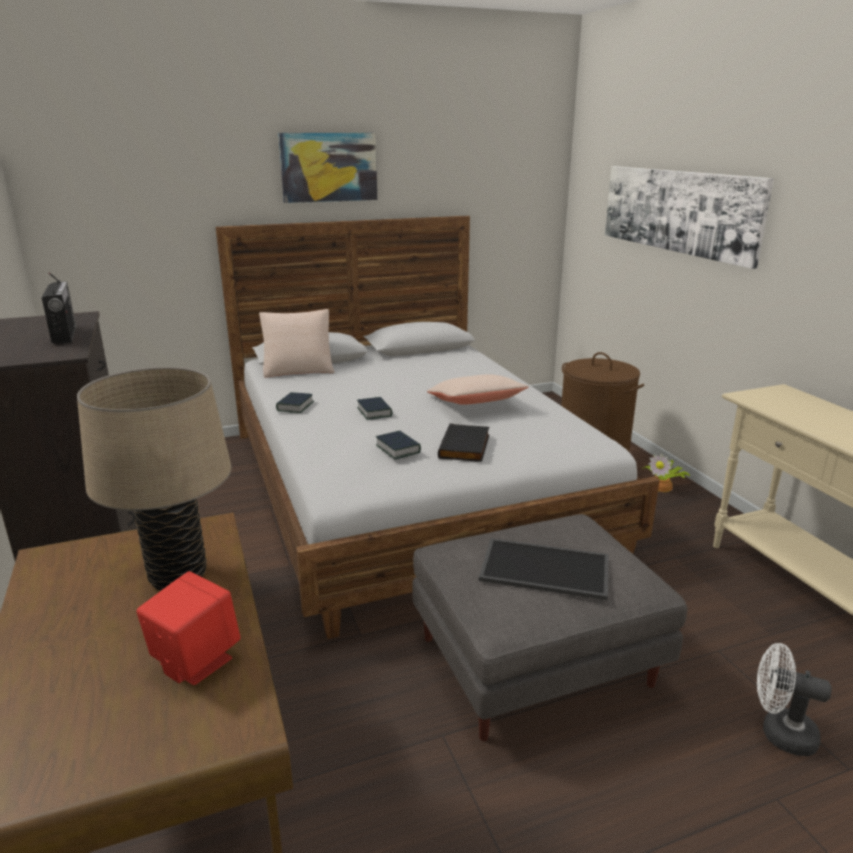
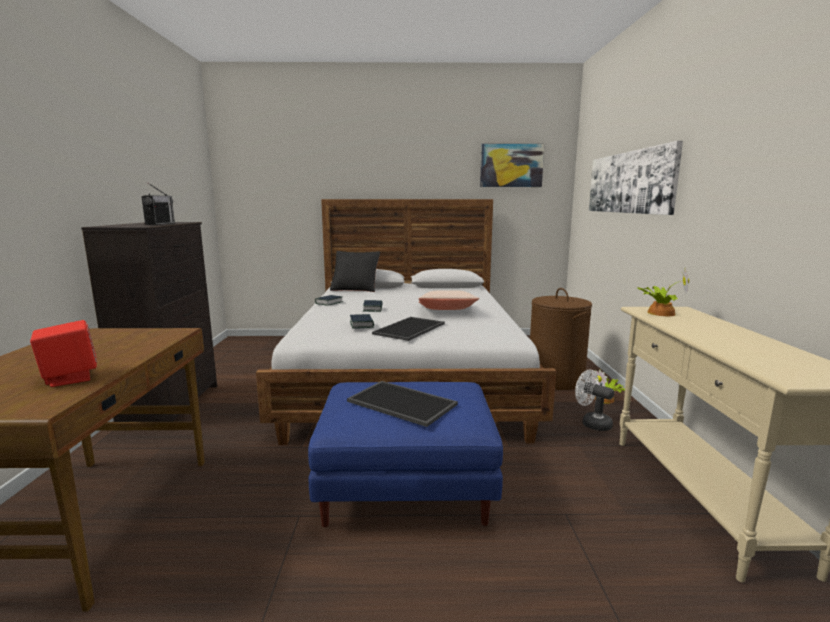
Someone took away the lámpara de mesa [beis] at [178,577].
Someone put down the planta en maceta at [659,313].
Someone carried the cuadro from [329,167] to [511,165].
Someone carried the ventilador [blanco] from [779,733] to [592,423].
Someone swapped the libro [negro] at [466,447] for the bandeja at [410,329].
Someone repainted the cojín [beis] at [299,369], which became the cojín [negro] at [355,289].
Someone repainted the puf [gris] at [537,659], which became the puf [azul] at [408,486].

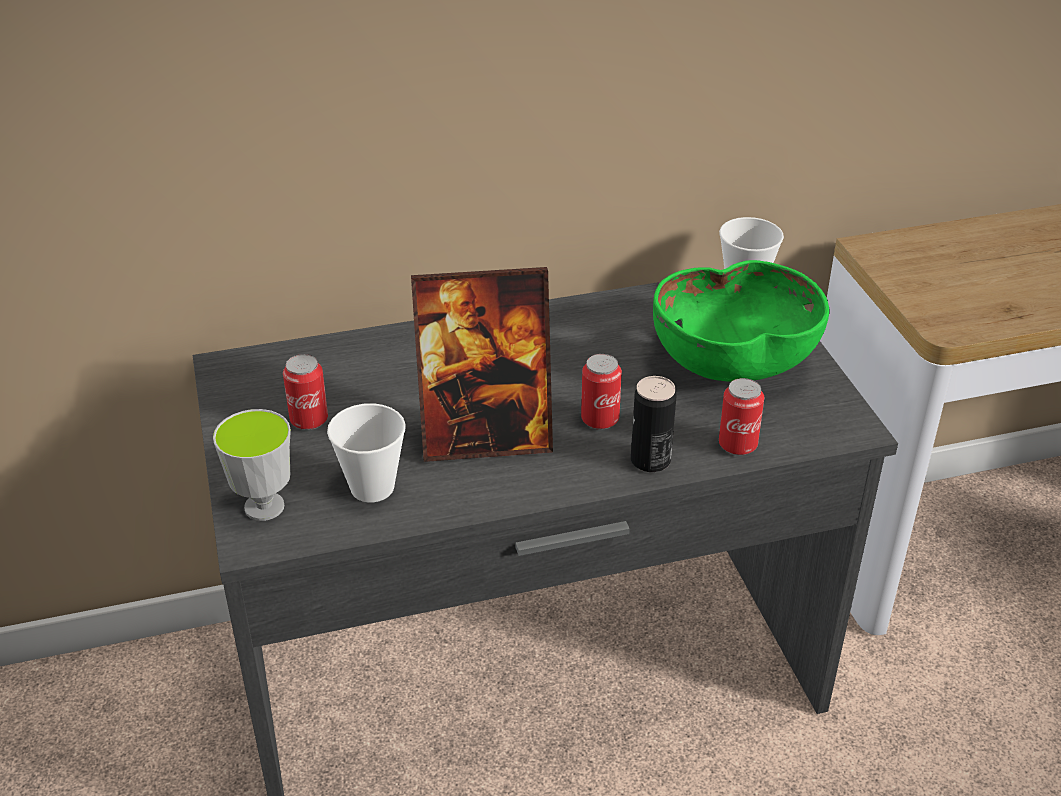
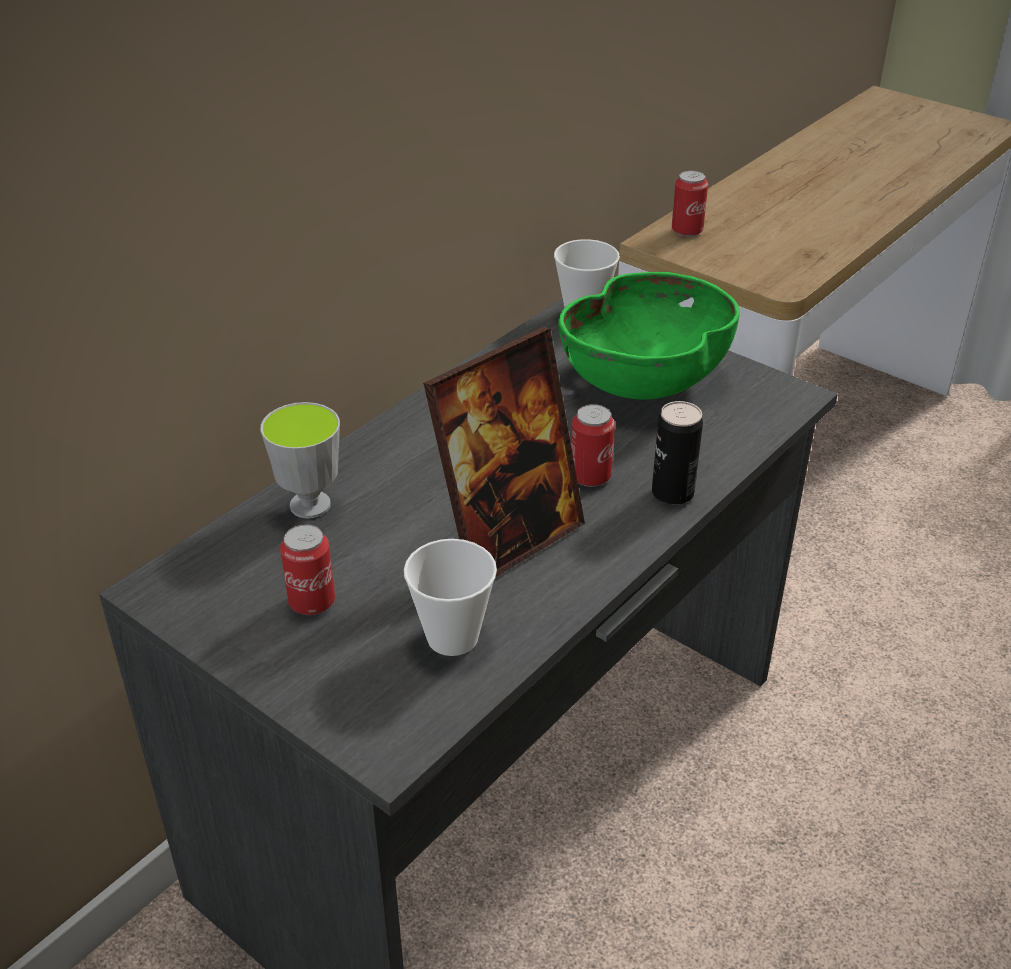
Someone carried the taza from [264,507] to [310,505].
Someone carried the lata from [737,445] to [687,230].

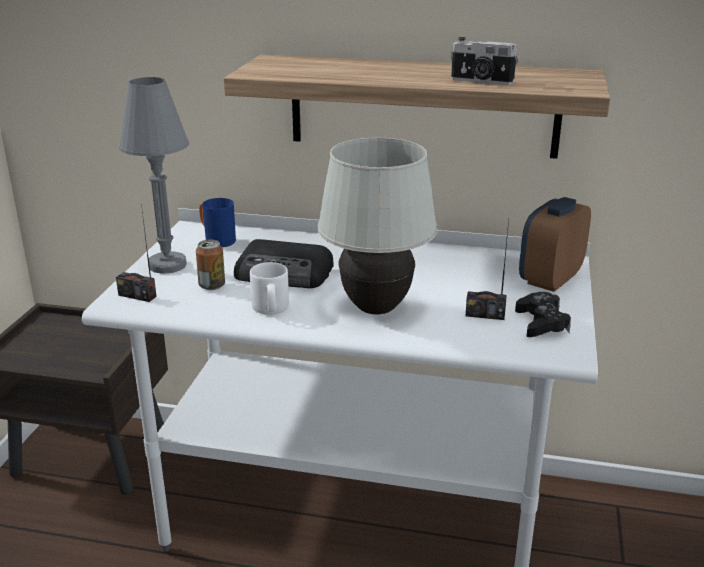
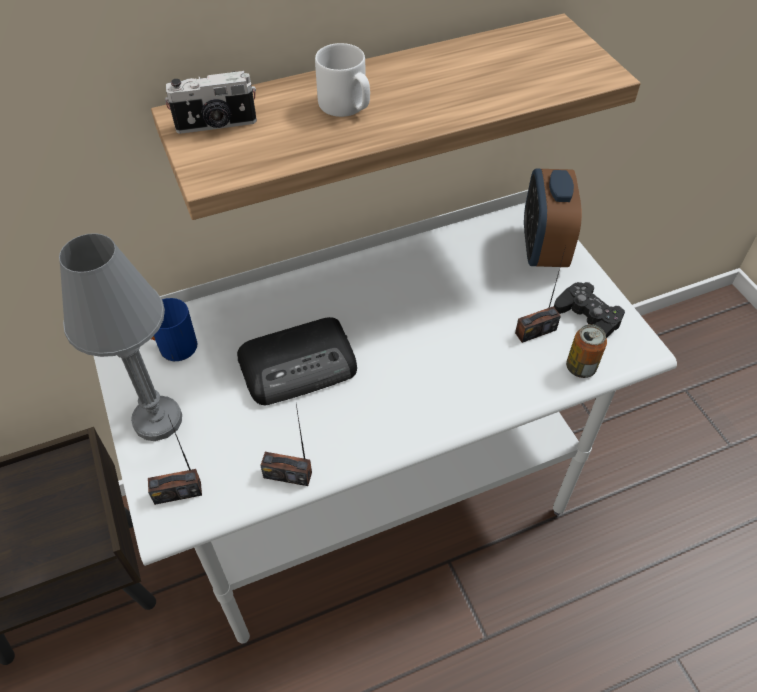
Someone took away the lámpara de mesa [blanco] at [376,308].
Someone put down the radio at [287,474].
Someone carried the lata from [212,285] to [580,367].
Someone carried the taza grande [blanco] from [270,309] to [346,106].
Someone carried the cámara from [481,81] to [216,125].

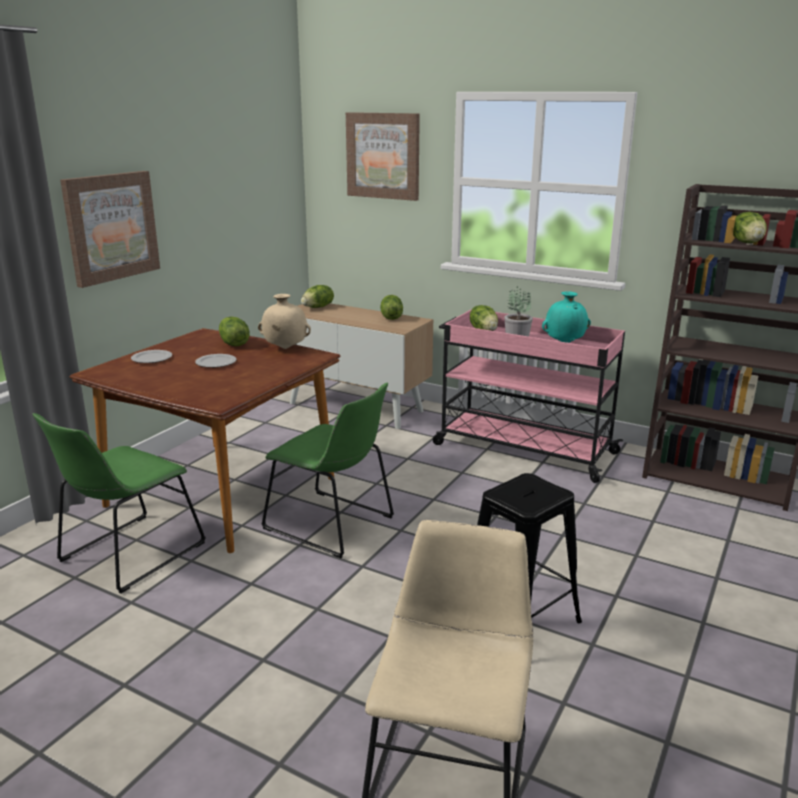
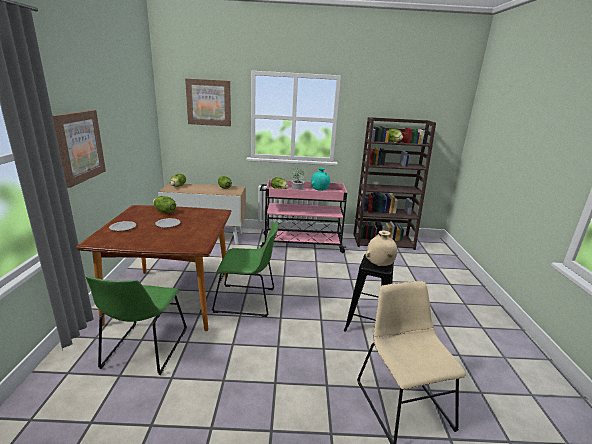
Someone carried the florero [beis] from [285,348] to [379,265].

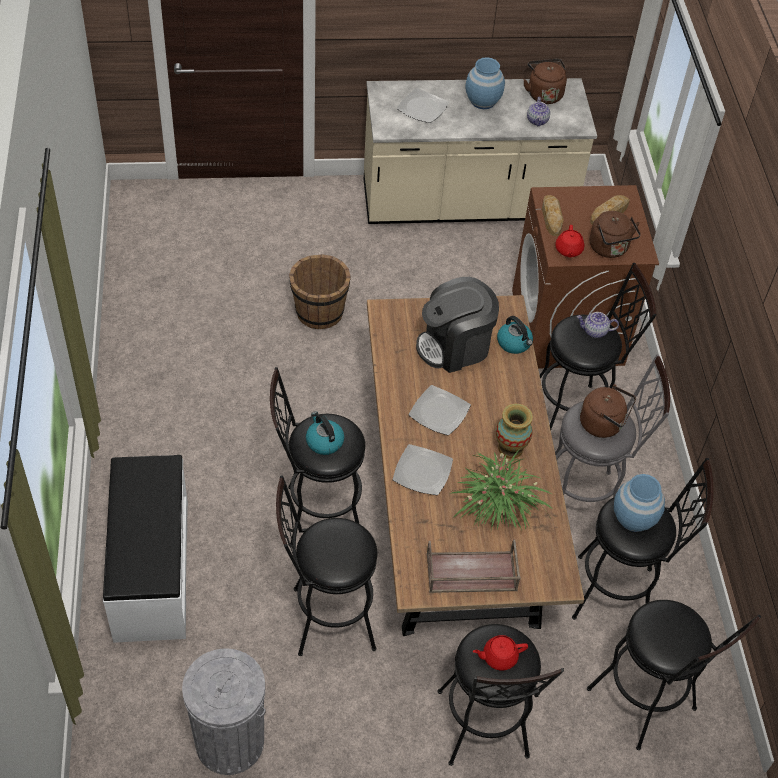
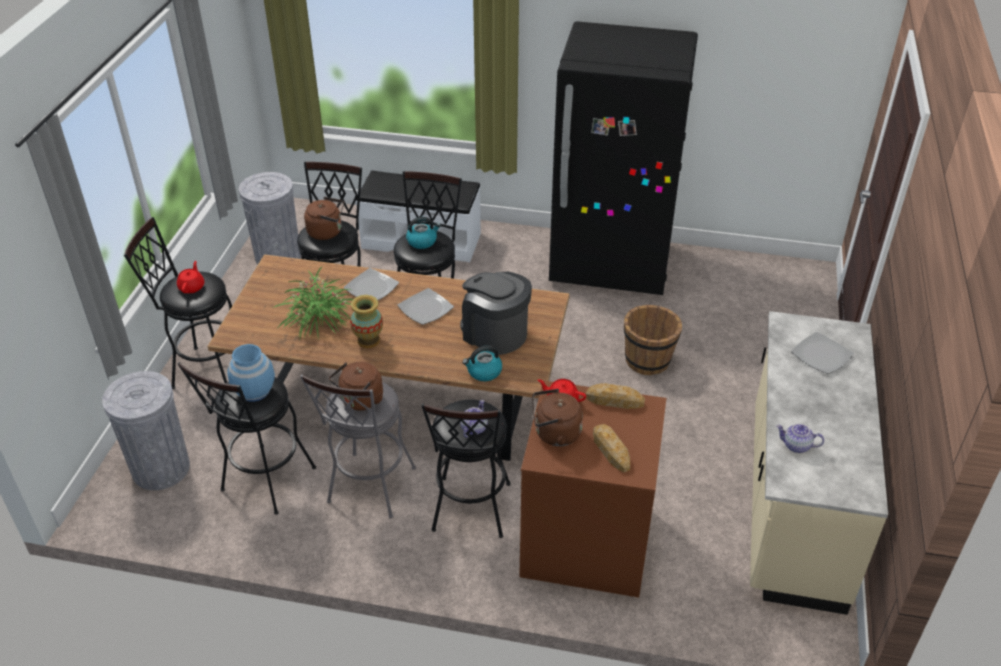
Someone took away the bandeja [marrón] at [470,573].
Someone took away the florero [azul] at [482,101].
Someone put down the nevera [negro] at [611,265].
Someone carried the hervidor [marrón] from [543,94] to [327,232].
Someone swapped the taburete [negro] at [647,706] for the papelera [gris] at [161,468].
Someone rotated the cafetera at [455,346] by 45 degrees counterclockwise.

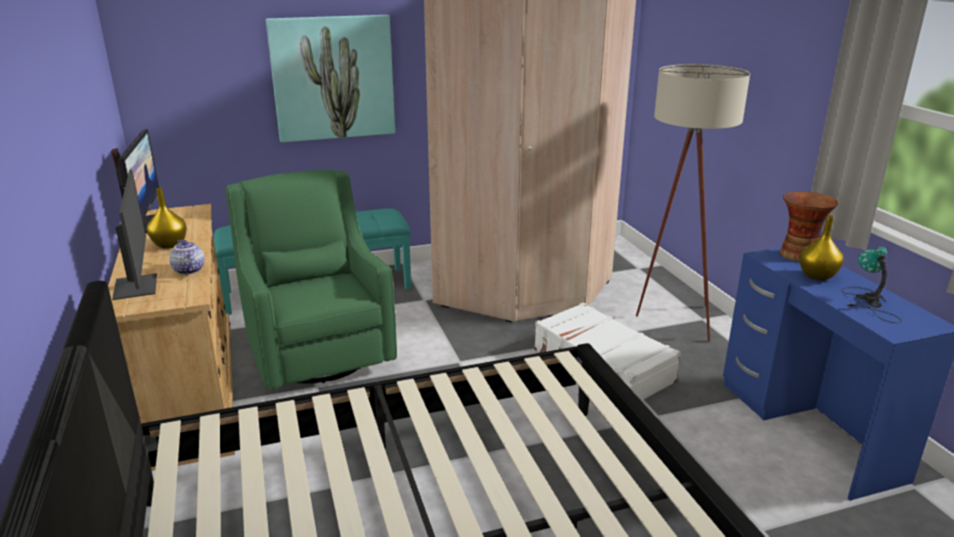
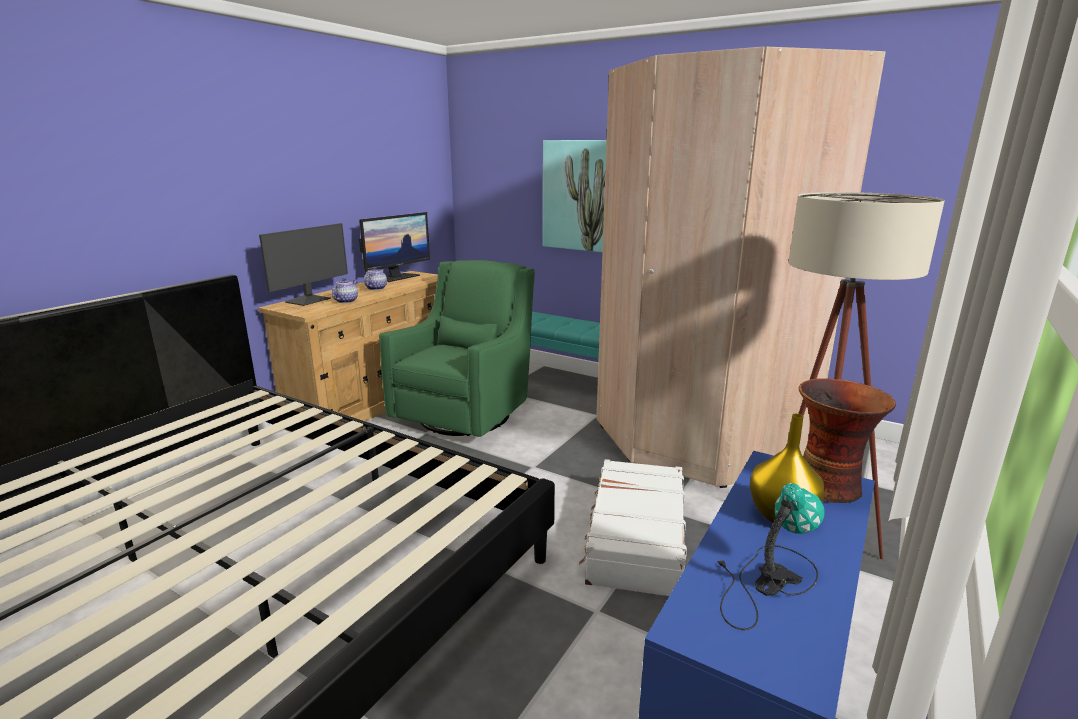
Someone swapped the florero [amarillo] at [169,245] for the tetera at [376,288].

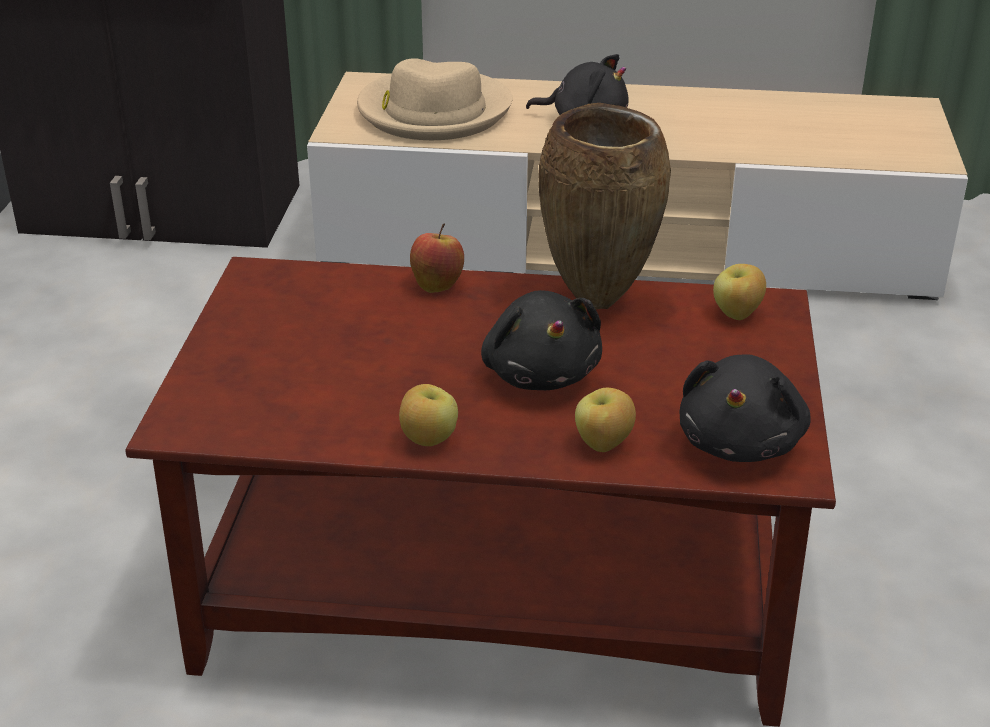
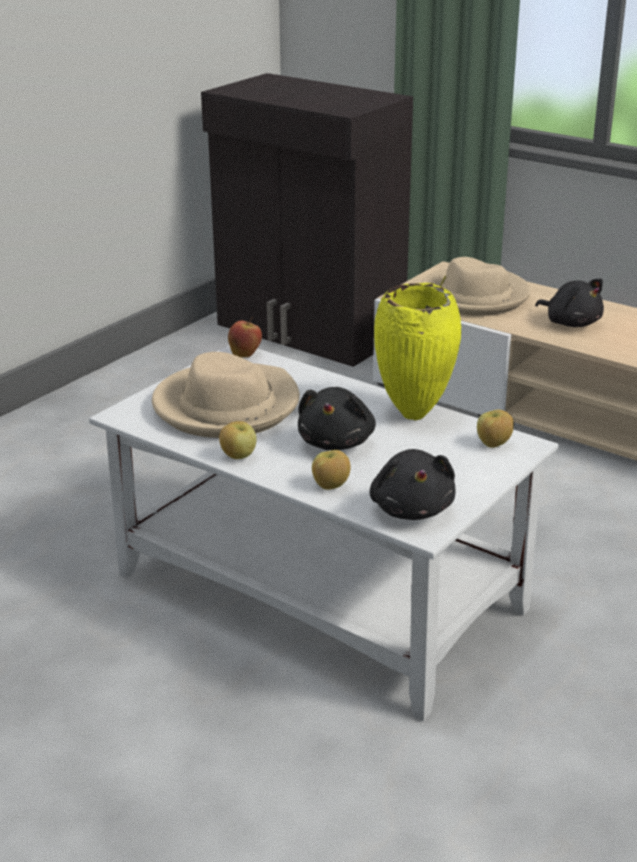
Someone put down the sombrero [beis] at [226,406].
Someone carried the manzana from [437,285] to [245,354].
Someone repainted the mesa de centro [marrón] at [500,590], which became the mesa de centro [blanco] at [323,592].
Someone repainted the florero [marrón] at [600,302], which became the florero [amarillo] at [415,416].
Someone rotated the peluche [negro] at [741,442] by 60 degrees counterclockwise.

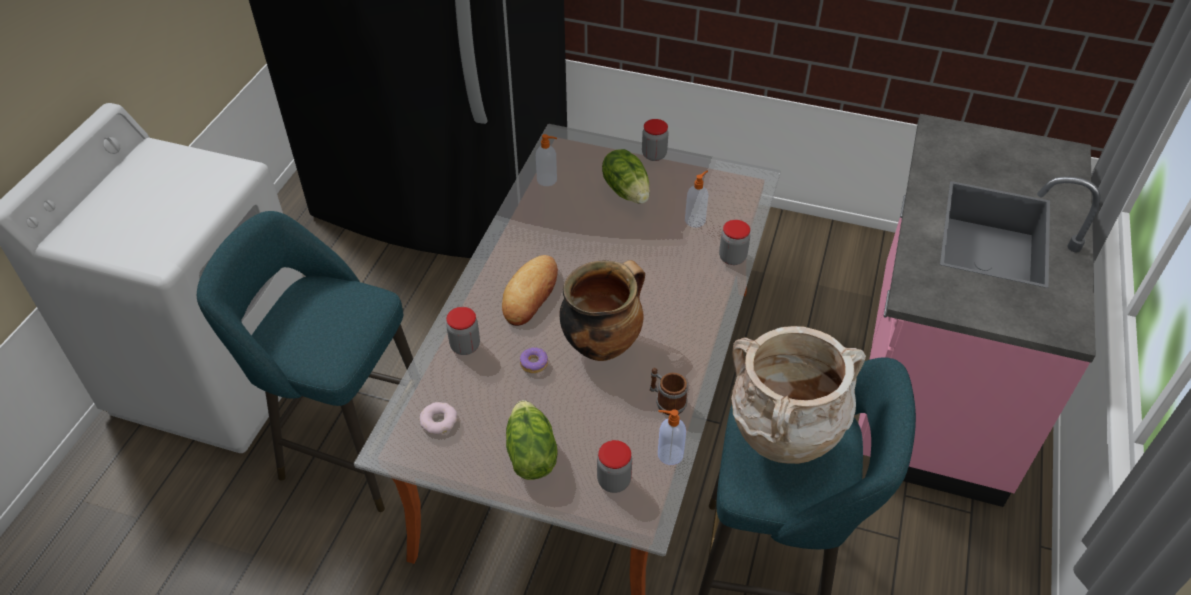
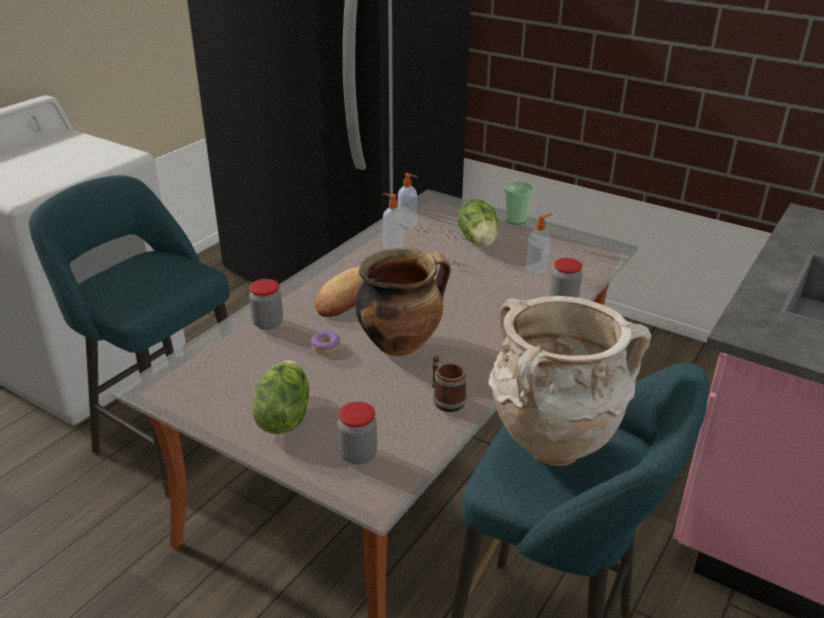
Someone took away the rosquilla at [439,420].
Someone carried the dispensador de jabón from [669,454] to [392,246].
Someone swapped the tarro at [654,155] for the taza at [516,220].

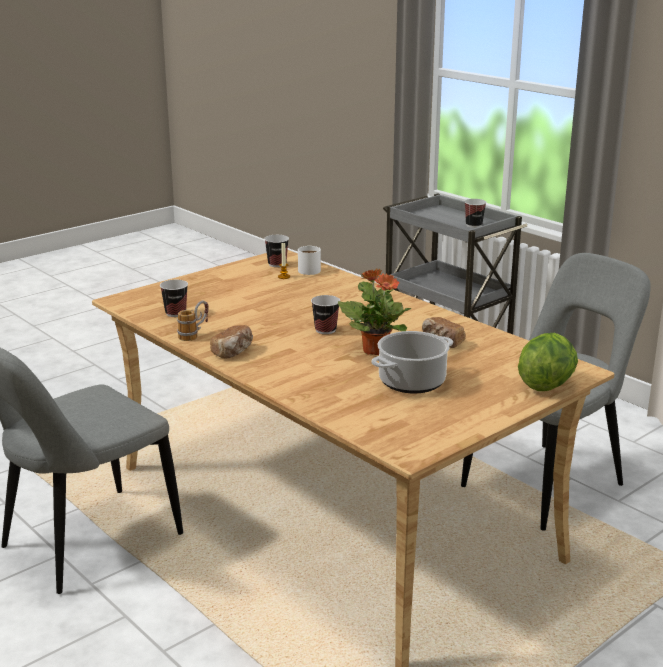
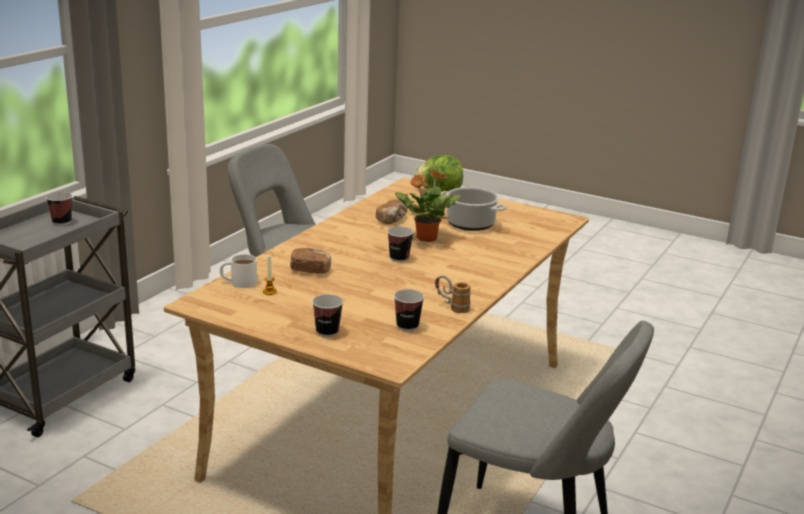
Someone carried the pan from [233,352] to [310,270].
Someone carried the taza from [277,264] to [327,332].

